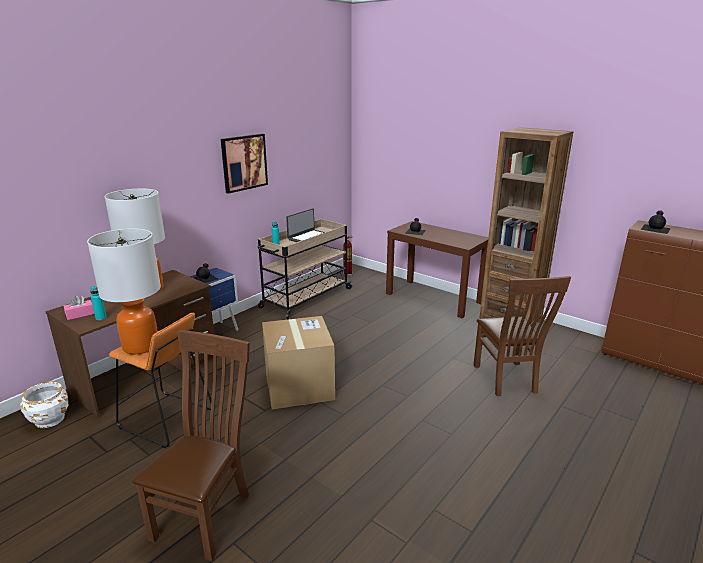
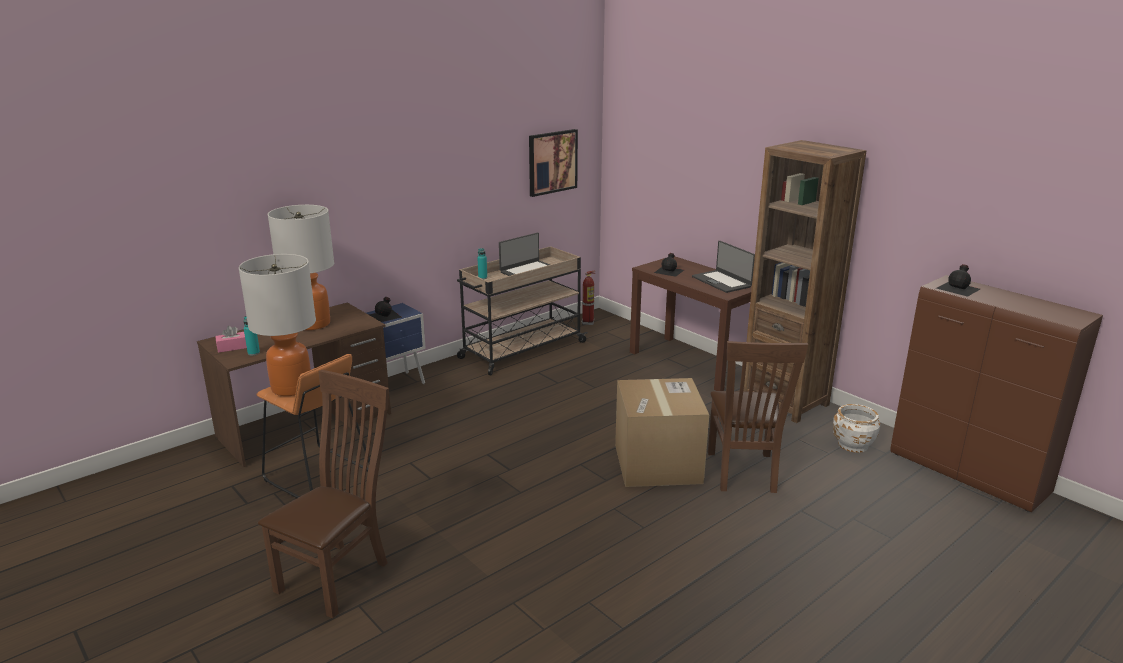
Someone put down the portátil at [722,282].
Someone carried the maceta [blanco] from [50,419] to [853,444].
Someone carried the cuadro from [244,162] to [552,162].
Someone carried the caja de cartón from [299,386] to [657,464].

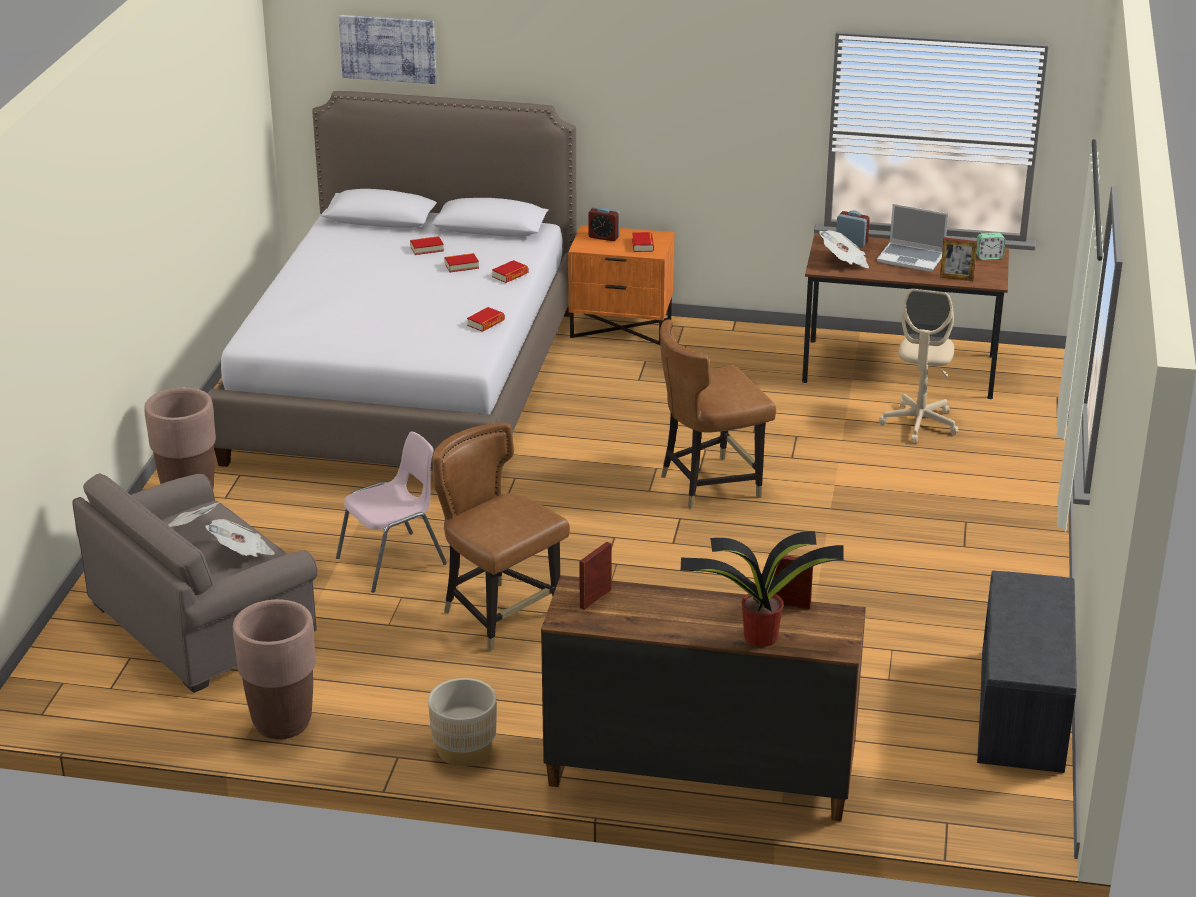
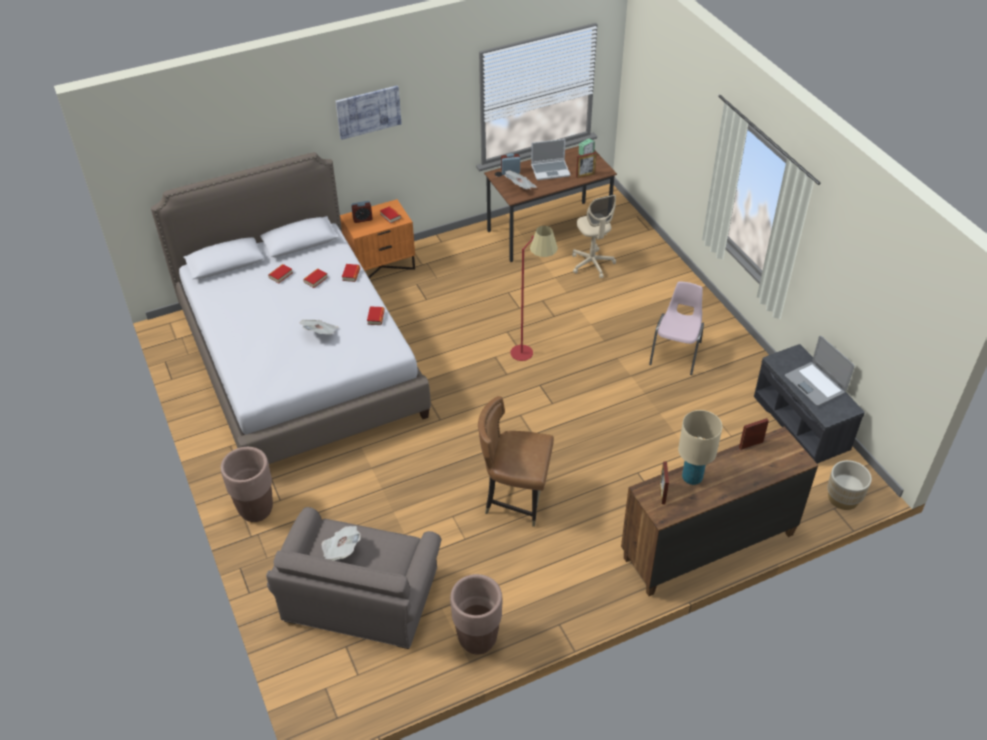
Someone took away the planta en maceta at [758,636].
Someone put down the lámpara de mesa [beis] at [692,477].
Someone put down the portátil at [815,384].
Someone carried the periódico from [242,553] to [321,333].
Someone carried the silla [rosa] from [393,561] to [676,353].
Someone carried the cuadro from [388,48] to [368,111].
Someone carried the maceta [beis] from [464,749] to [843,498].
Someone swapped the silla [marrón] at [709,484] for the lámpara de pie [rojo] at [532,354].

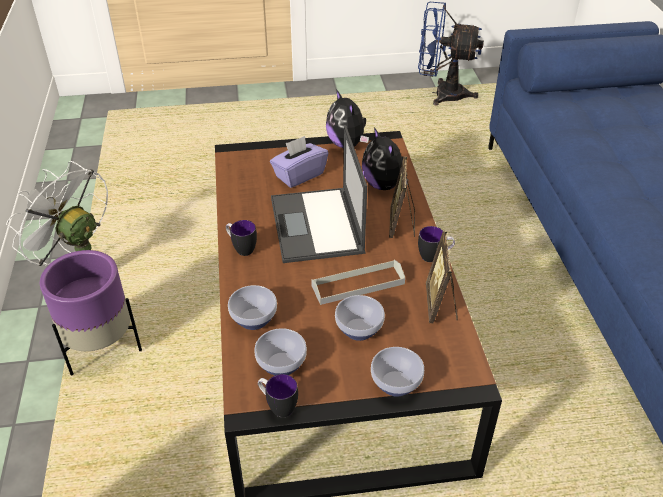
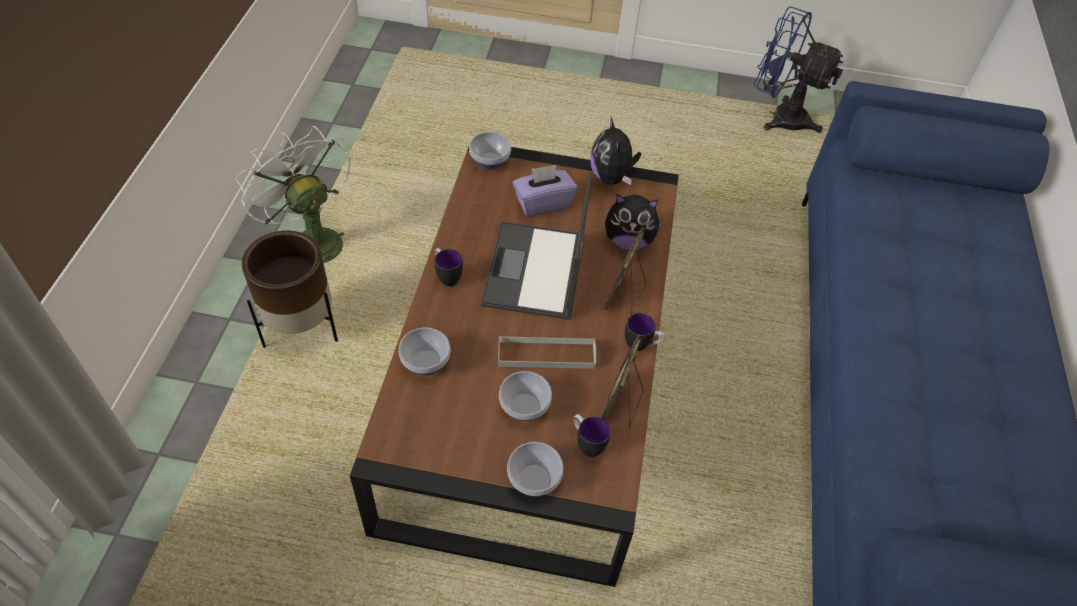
Someone carried the cuenco from [281,363] to [490,161].
Someone carried the taza grande from [278,406] to [586,444].
Someone repainted the maceta [morado] at [101,349], which became the maceta [marrón] at [300,328].
Someone rotated the peluche at [384,185] by 75 degrees counterclockwise.

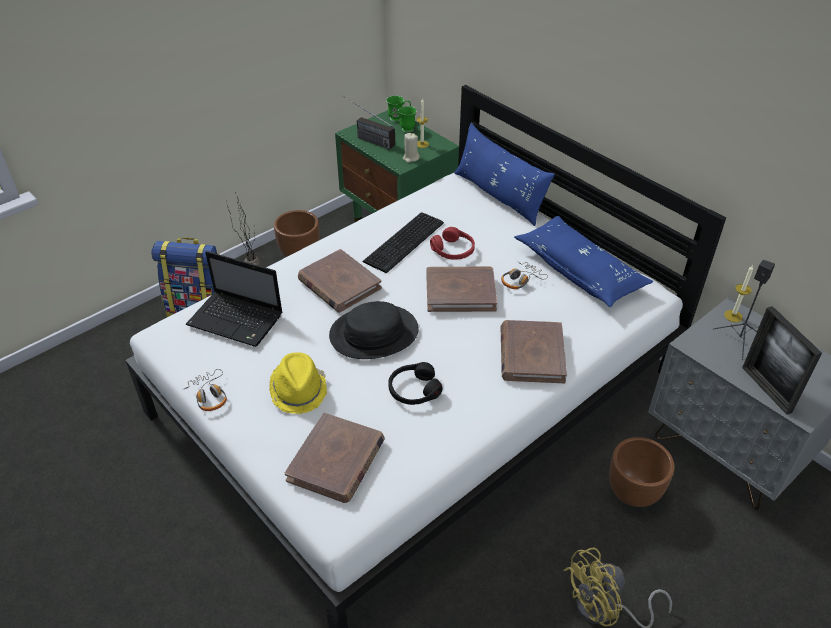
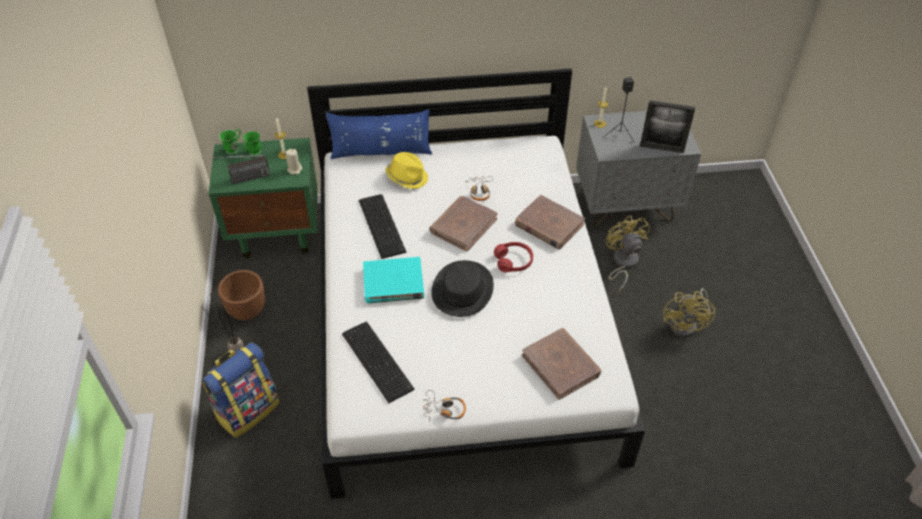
Someone took away the auriculares [negro] at [414,390].
Someone took away the cojín [azul] at [579,271].
Someone carried the sombrero [amarillo] from [299,390] to [407,177].
Someone carried the auriculares [rojo] from [453,250] to [513,261].
Someone swapped the portátil at [237,320] for the teclado at [378,359].
Someone swapped the maceta [marrón] at [632,493] for the ventilador [amarillo] at [623,263].
Someone repainted the libro [marrón] at [339,284], which became the libro [turquesa] at [393,283].

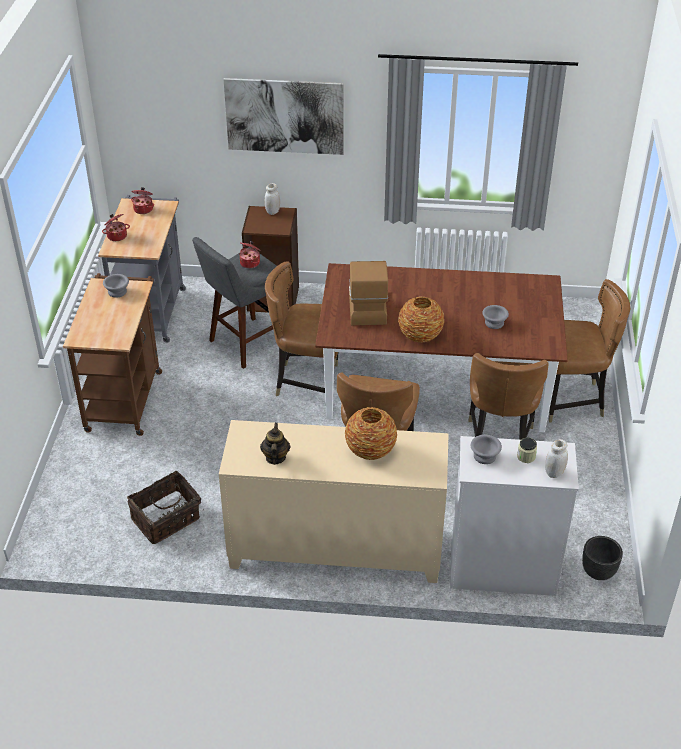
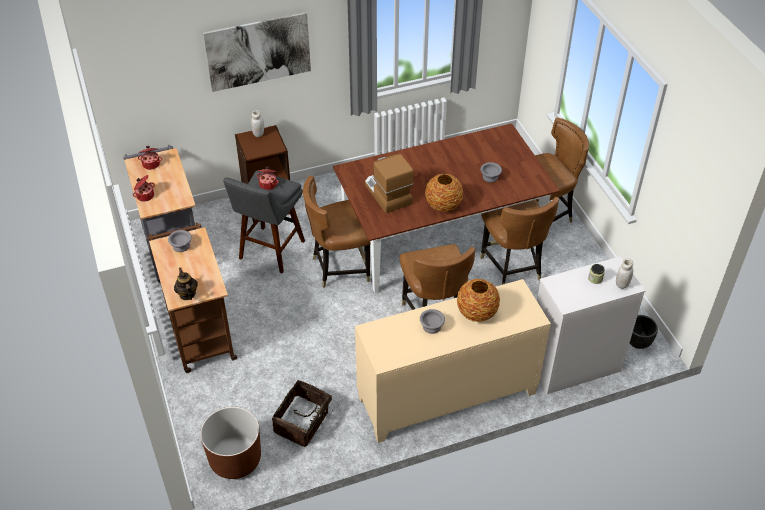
Someone put down the maceta [marrón] at [235,459].
Someone carried the tetera from [275,457] to [187,294].
Someone carried the cuenco [gris] from [485,456] to [432,326].

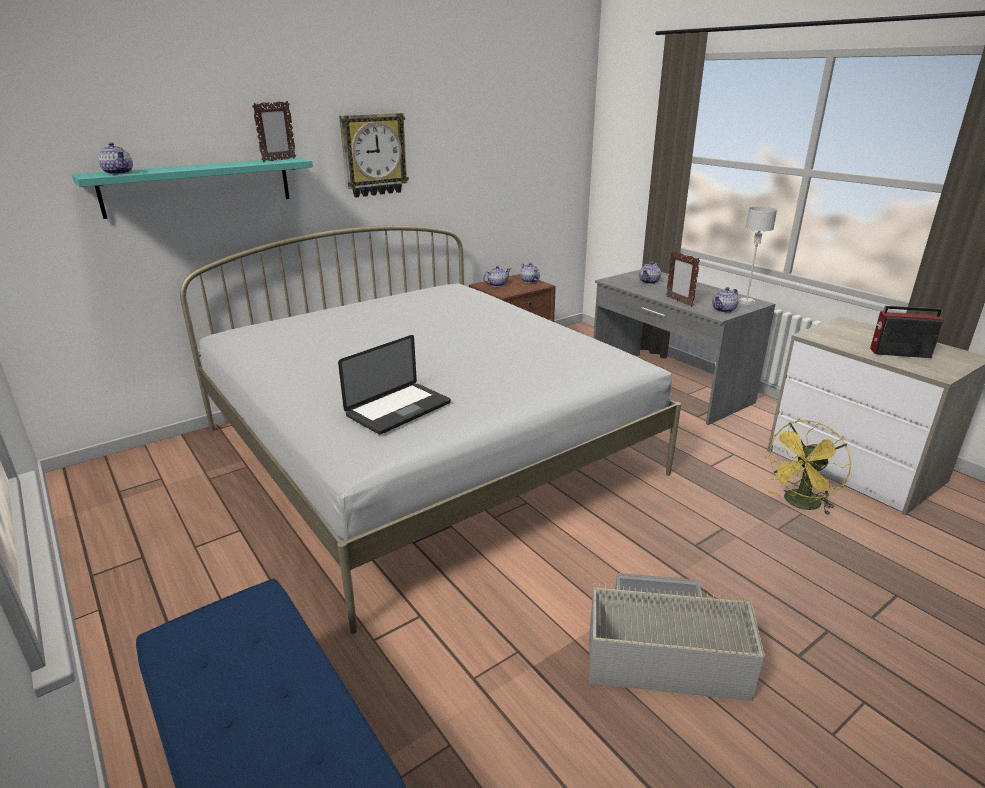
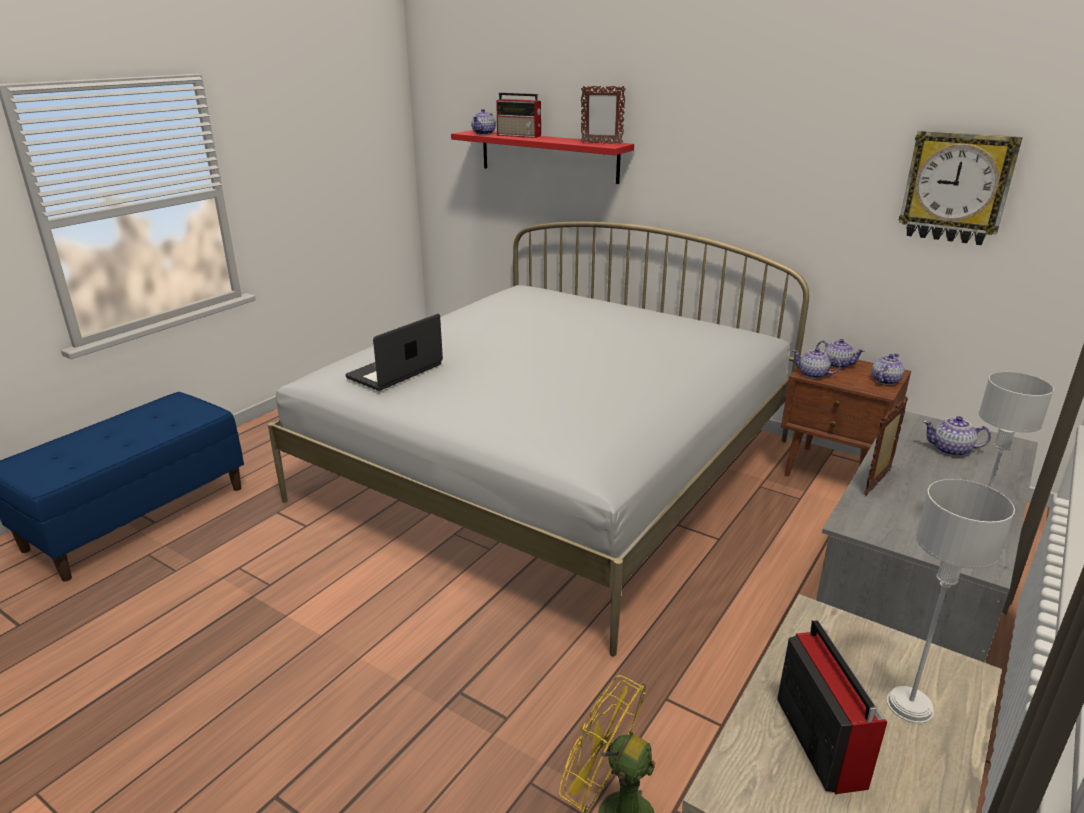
Someone took away the caja de almacenaje [gris] at [660,650].
Someone put down the radio at [520,135].
Someone put down the lámpara de mesa [gris] at [910,706].
Someone carried the reloj de pared from [373,155] to [956,187].
Someone carried the tetera from [724,310] to [813,375].
Someone repainted the estante [turquesa] at [198,186], which became the estante [rojo] at [548,156].
Someone rotated the portátil at [398,409] by 105 degrees clockwise.

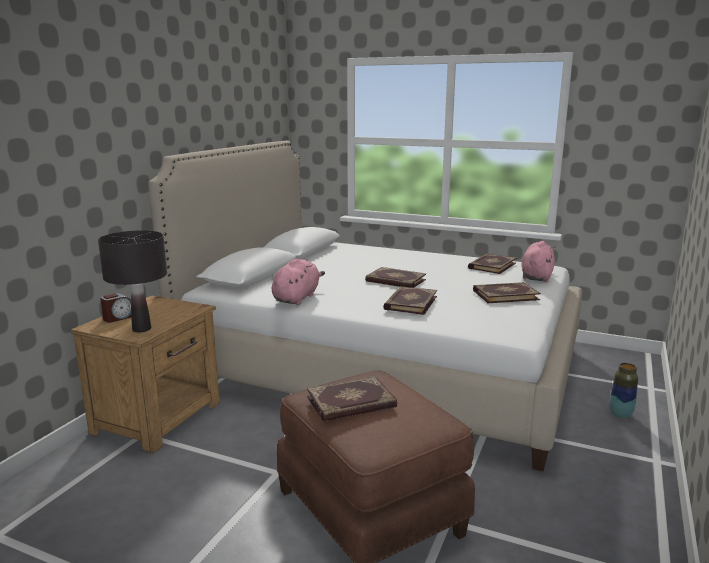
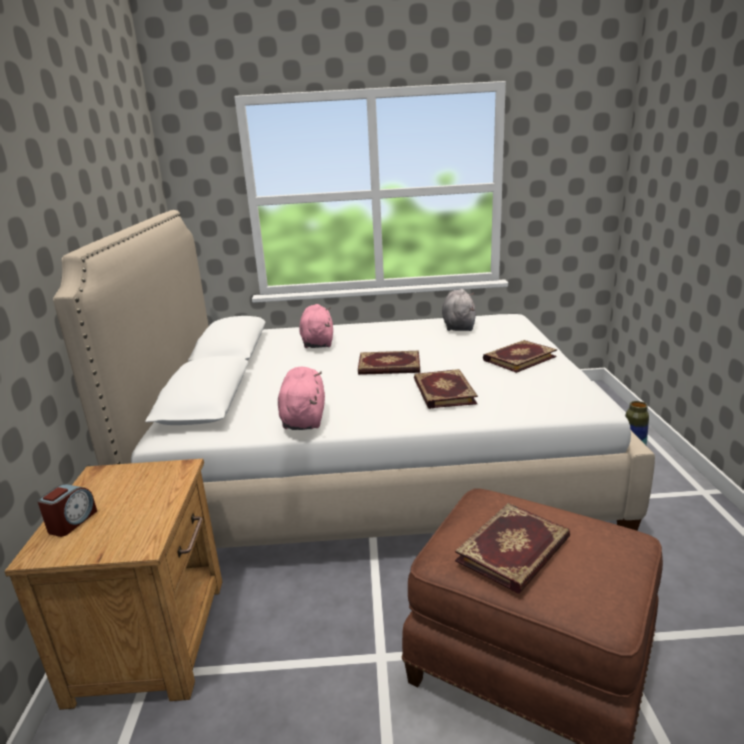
Someone took away the lámpara de mesa [negro] at [142,329].
Someone carried the peluche [rosa] from [536,276] to [317,342].
Someone swapped the libro at [491,265] for the peluche [gris] at [458,326].

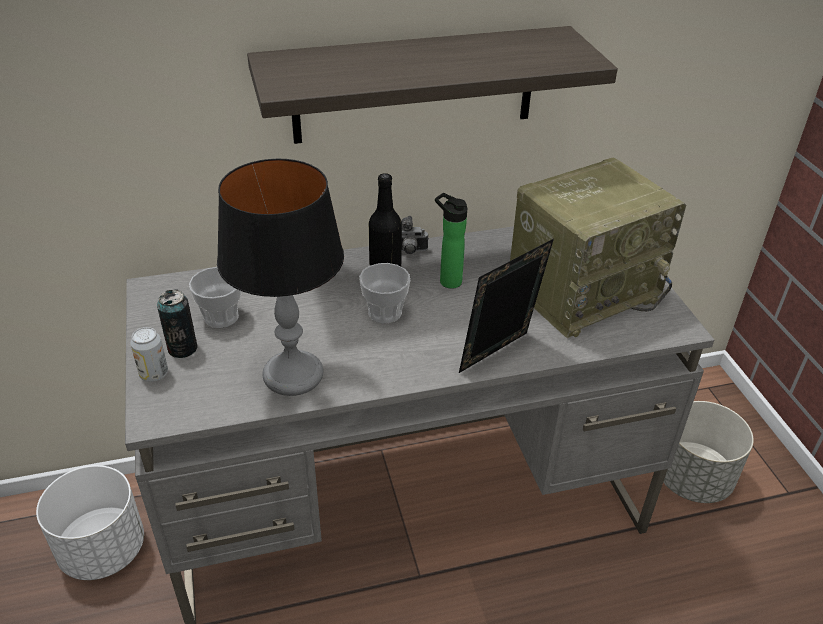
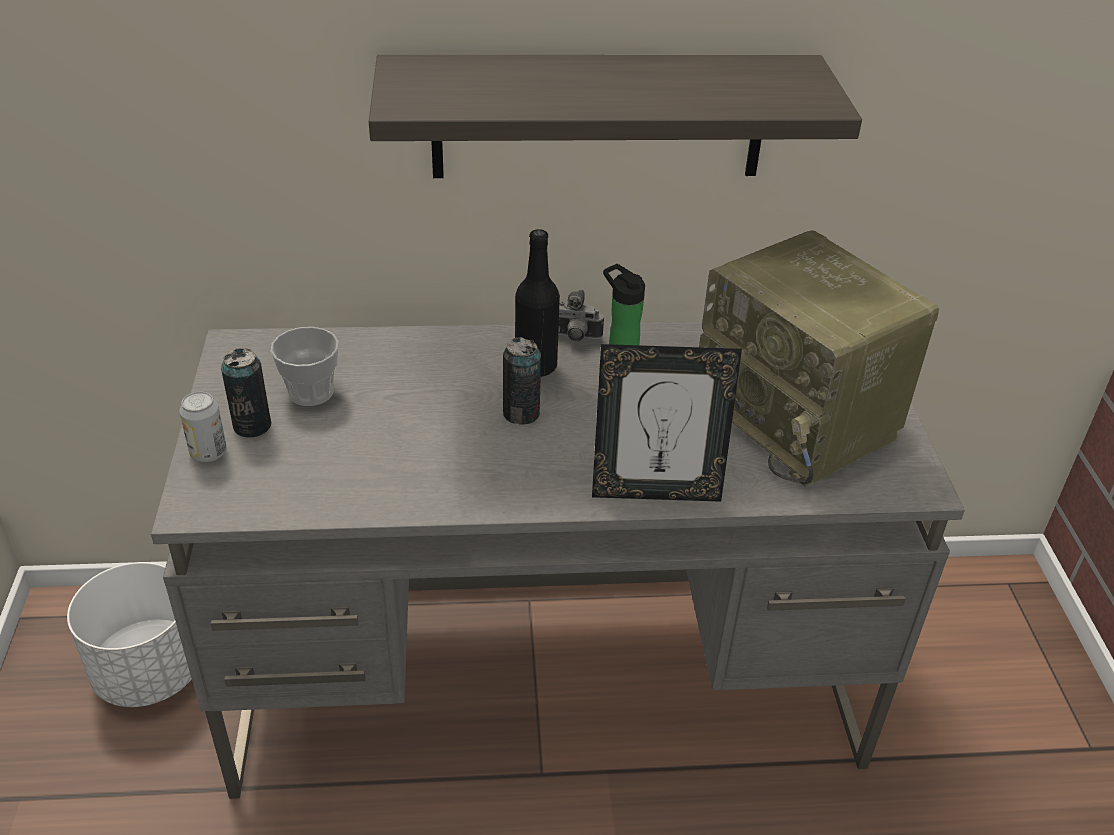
Someone took away the lámpara de mesa at [292,375].
Someone took away the maceta [gris] at [693,479].
Someone swapped the taza at [384,312] for the lata at [521,414].
Someone rotated the portarretratos at [499,356] by 150 degrees counterclockwise.
Someone rotated the radio at [583,291] by 75 degrees clockwise.

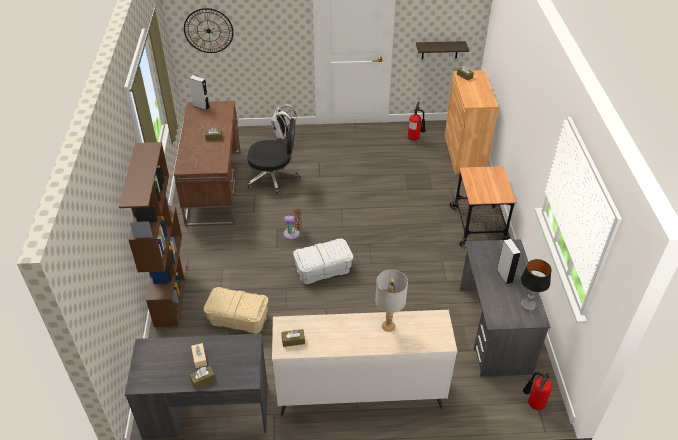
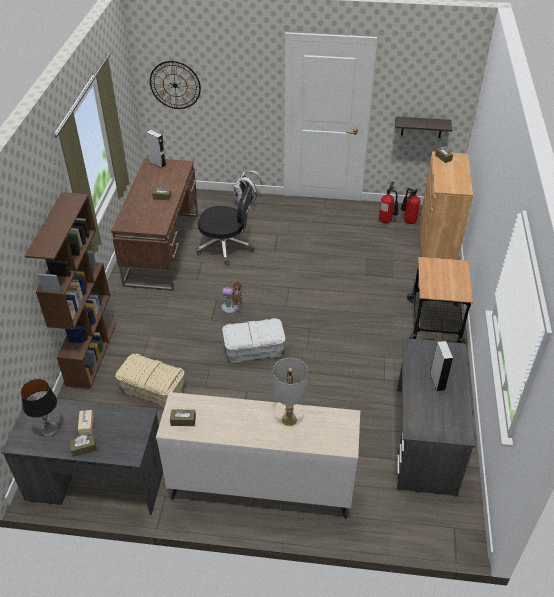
Someone carried the lámpara de mesa from [528,305] to [49,430].
Someone carried the extintor from [533,403] to [408,221].

